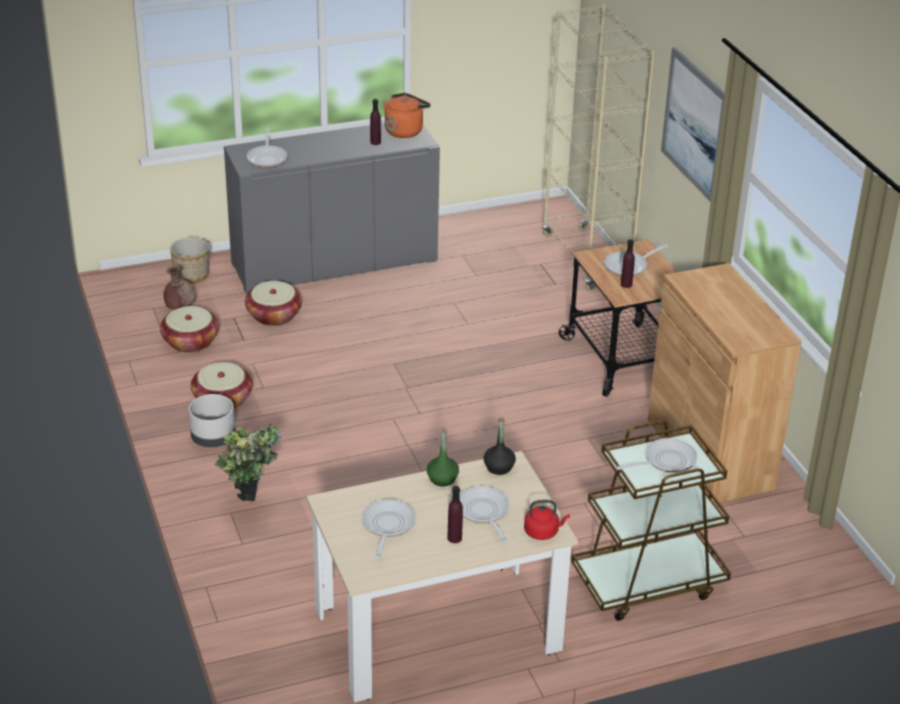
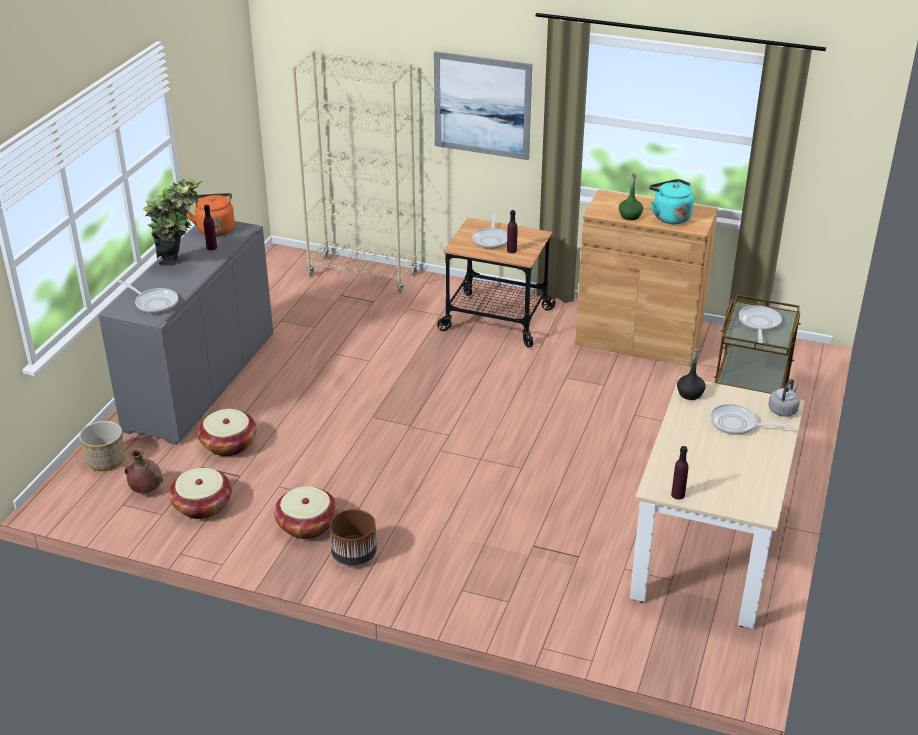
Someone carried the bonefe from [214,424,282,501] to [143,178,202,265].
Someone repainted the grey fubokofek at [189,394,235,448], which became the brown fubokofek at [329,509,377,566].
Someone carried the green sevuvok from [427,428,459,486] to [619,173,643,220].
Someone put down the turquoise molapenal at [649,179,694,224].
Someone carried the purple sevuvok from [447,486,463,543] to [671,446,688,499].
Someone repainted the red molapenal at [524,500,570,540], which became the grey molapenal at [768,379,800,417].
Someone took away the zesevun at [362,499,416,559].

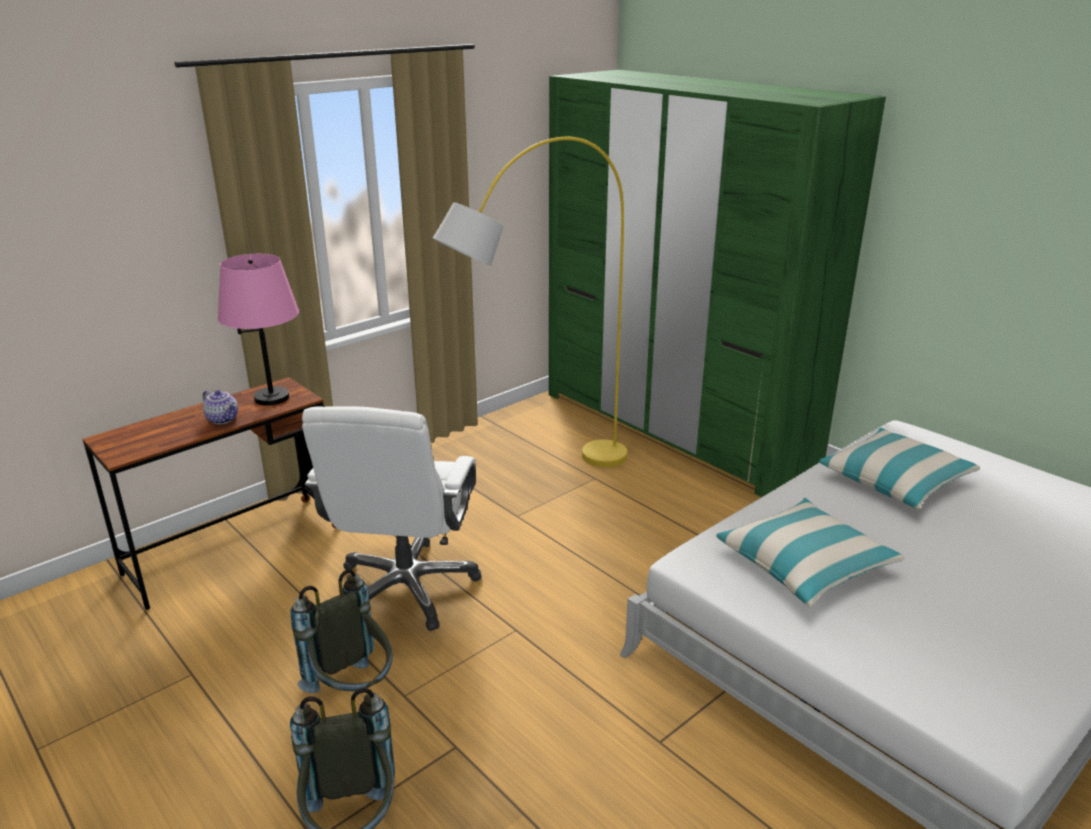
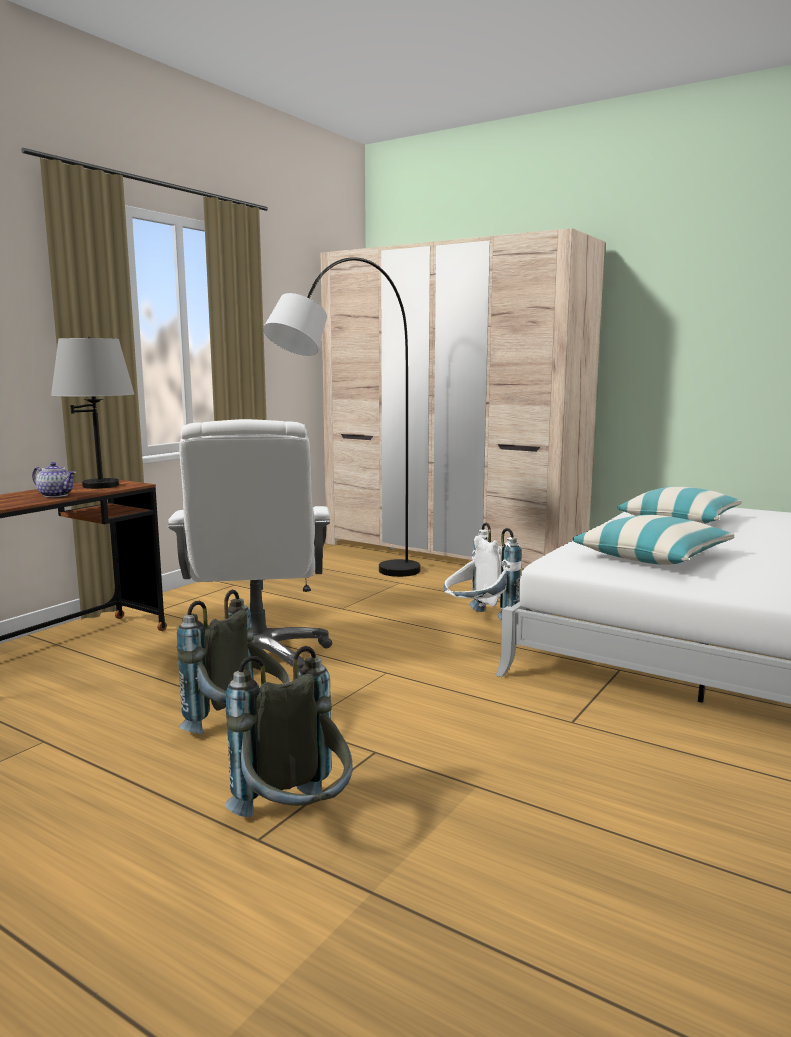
Someone repainted the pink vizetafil at [218,254,299,406], which became the grey vizetafil at [51,337,134,489].
Someone repainted the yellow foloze at [433,137,627,468], which became the grey foloze at [263,257,420,577].
Someone repainted the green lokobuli at [549,70,886,497], which became the beige lokobuli at [321,228,605,568].
Someone put down the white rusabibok at [444,523,522,621].

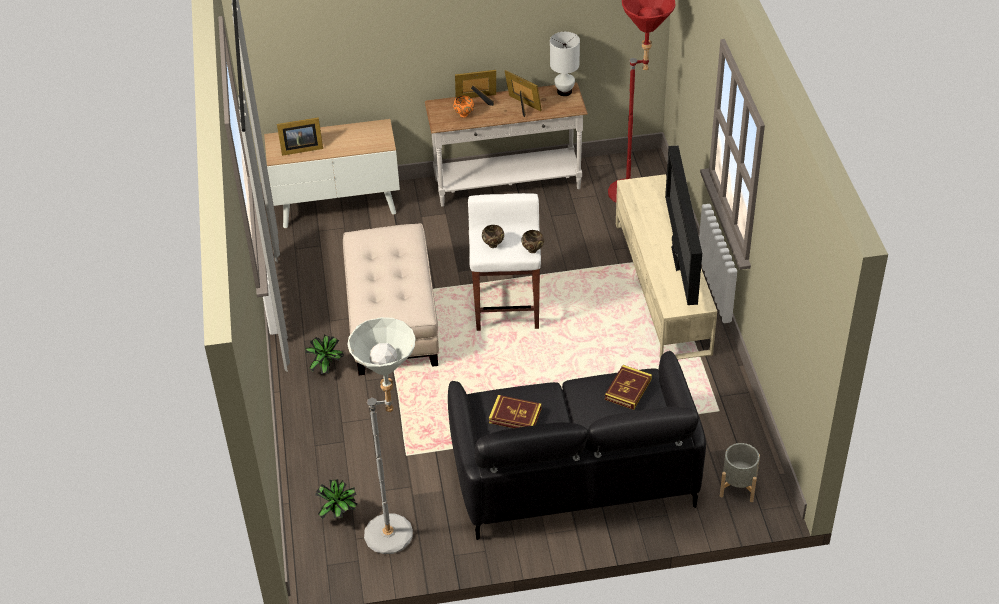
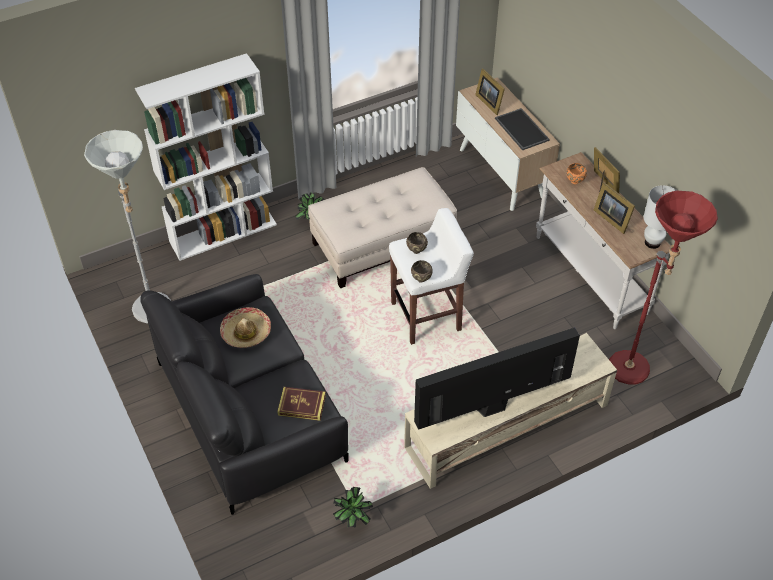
Someone put down the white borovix at [135,53,277,261].
Someone swapped the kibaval at [489,395,542,428] for the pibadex at [220,307,271,348].
Someone carried the bonefe from [315,479,358,519] to [333,487,373,528].
Someone put down the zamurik at [495,108,550,150].
Someone rotated the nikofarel at [505,70,542,118] by 120 degrees clockwise.
Someone took away the grey fubokofek at [720,443,760,502].

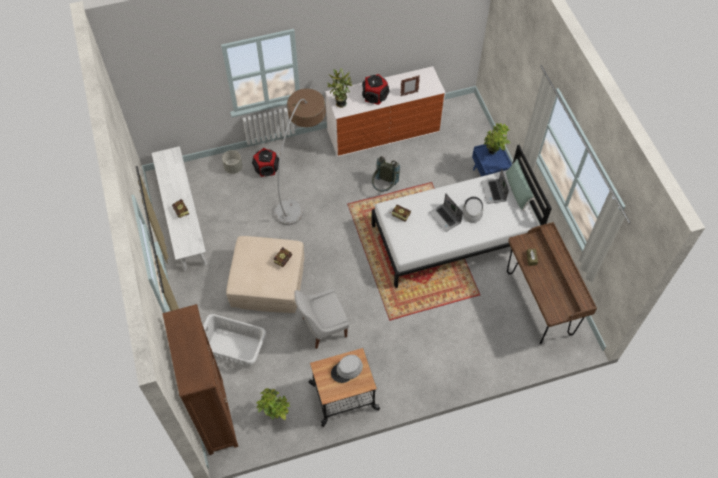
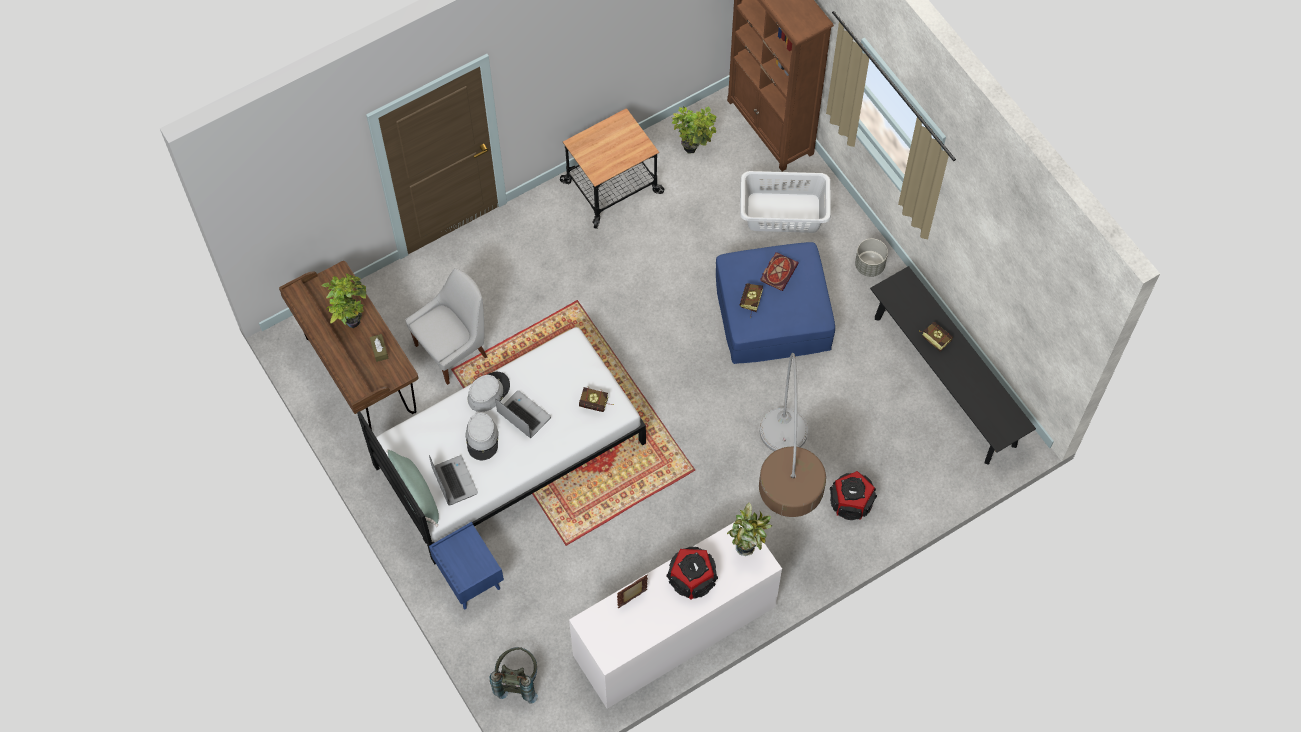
Someone carried the bonefe from [484,123,510,155] to [322,273,366,328].
Someone carried the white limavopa from [294,288,349,349] to [405,268,487,385].
Someone carried the grey pibadex from [331,355,363,383] to [468,372,510,412].
Someone carried the grey rusabibok from [372,156,400,192] to [489,647,538,704].
Someone repainted the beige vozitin at [226,236,304,313], which became the blue vozitin at [716,242,835,364].
Someone put down the kibaval at [760,252,799,291].
Someone carried the grey fubokofek from [222,150,242,174] to [855,239,888,277].
Someone repainted the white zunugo at [152,146,207,271], which became the black zunugo at [870,266,1036,465].

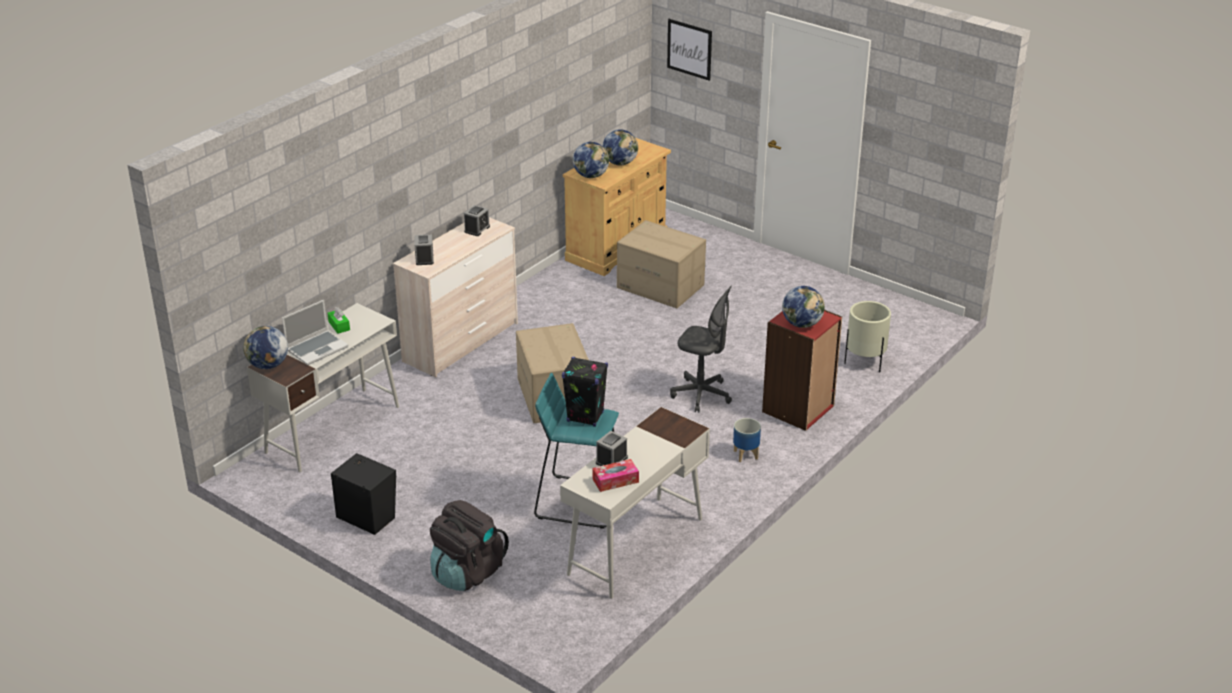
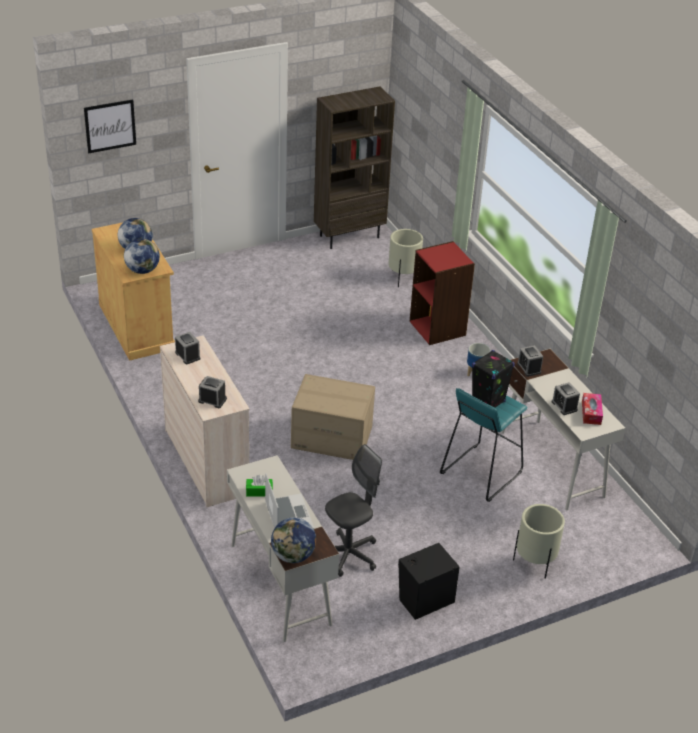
Someone put down the brown borovix at [314,87,395,249].
Someone carried the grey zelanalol from [670,285,732,413] to [325,444,382,577].
Someone swapped the black rusabibok at [430,500,509,591] for the beige fubokofek at [513,504,565,579].
Someone put down the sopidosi at [517,345,543,377].
Someone took away the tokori at [617,220,706,308].
Someone took away the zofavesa at [782,286,825,328].

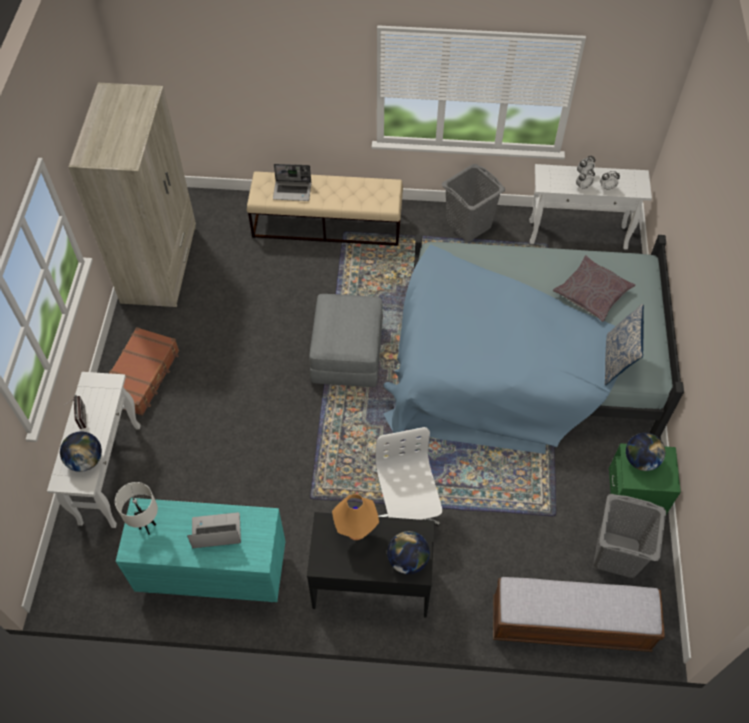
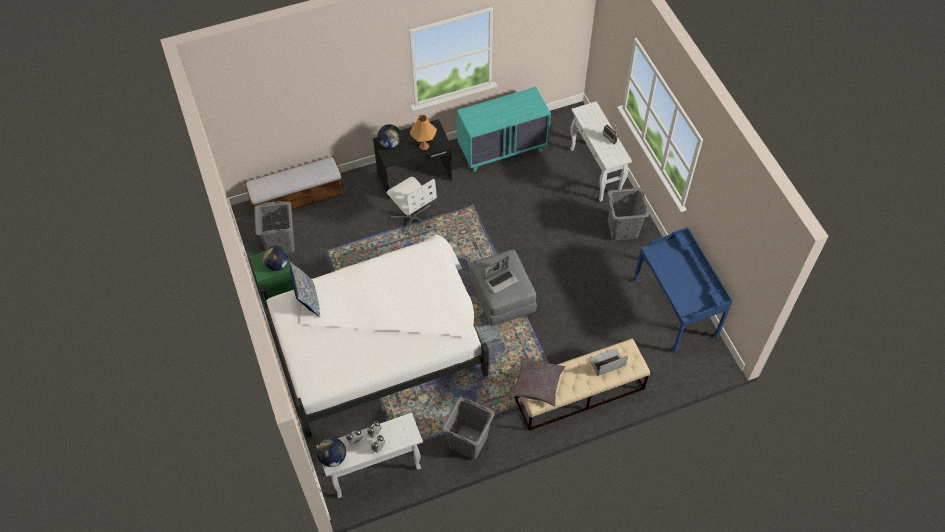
Someone repainted the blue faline at [384,234,684,454], which became the white faline at [259,235,489,438].
Someone carried the zofavesa from [60,431,102,472] to [317,437,346,467].
Someone carried the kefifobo from [187,512,241,548] to [484,256,519,294].
Someone carried the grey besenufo from [553,255,635,322] to [510,356,565,406].
Someone swapped the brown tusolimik at [109,327,179,416] for the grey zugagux at [607,188,649,241].
Someone swapped the beige lokobuli at [68,83,196,307] for the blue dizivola at [634,227,733,353].
Someone took away the white vizetafil at [115,482,158,535].

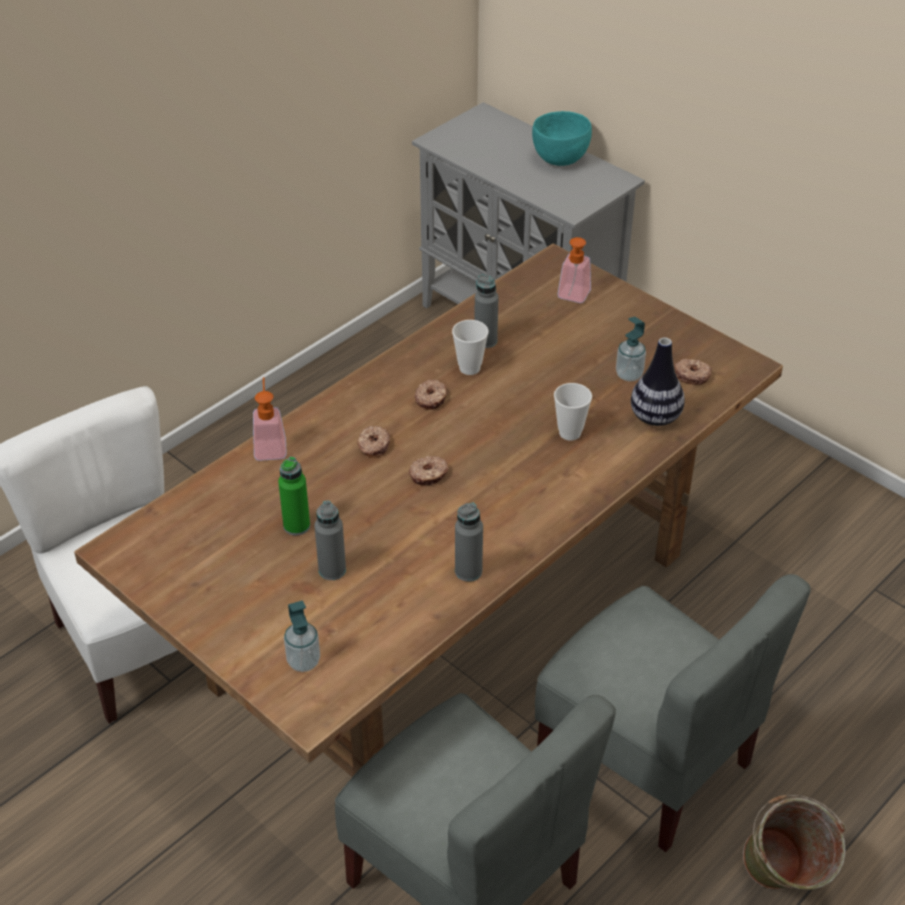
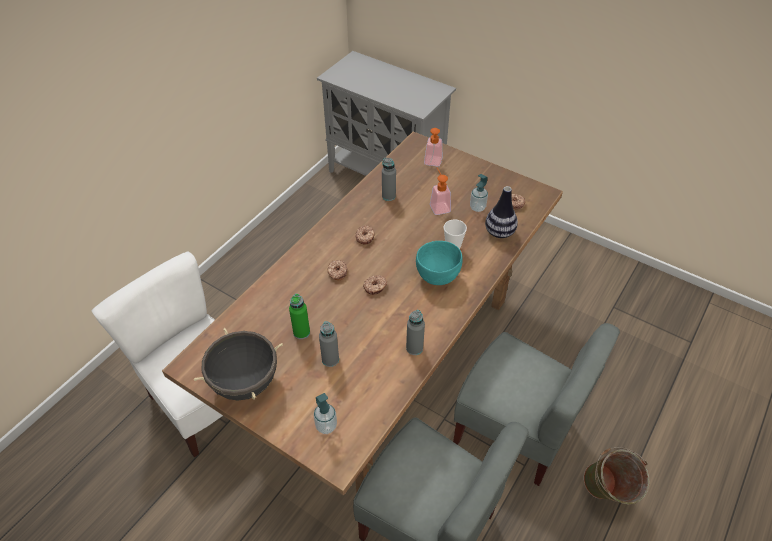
Someone put down the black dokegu at [194,328,283,400].
Someone carried the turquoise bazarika from [532,111,592,166] to [416,241,463,285].
Someone carried the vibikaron from [253,377,287,461] to [430,168,451,215].
Someone took away the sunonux at [452,320,488,375].

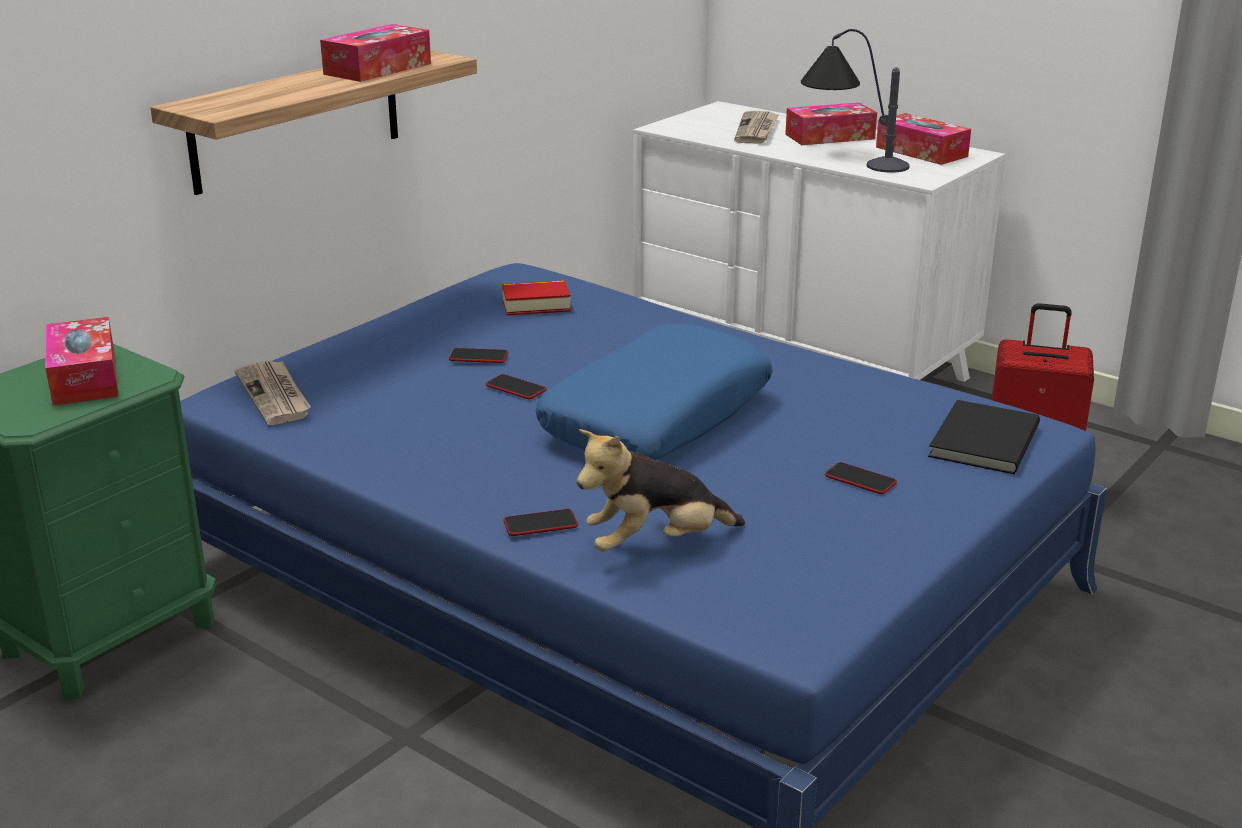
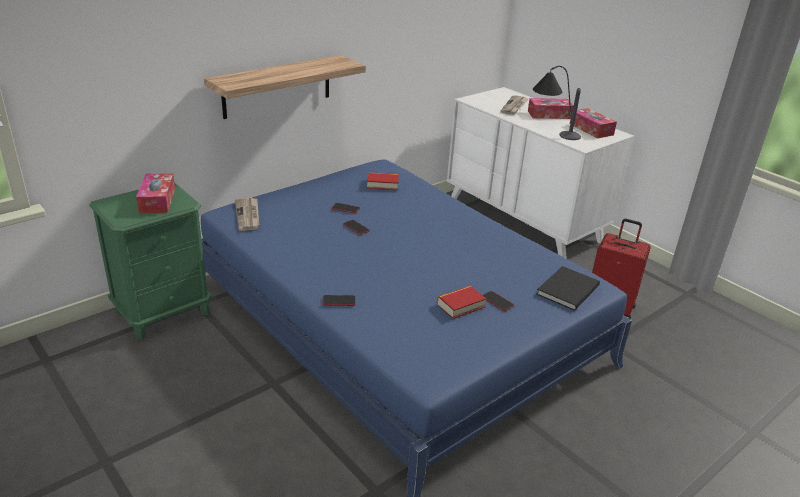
Someone put down the kibaval at [437,286,486,319].
Someone took away the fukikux at [320,24,431,82].
Someone took away the blue besenufo at [536,324,772,460].
Someone took away the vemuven at [576,429,745,551].

